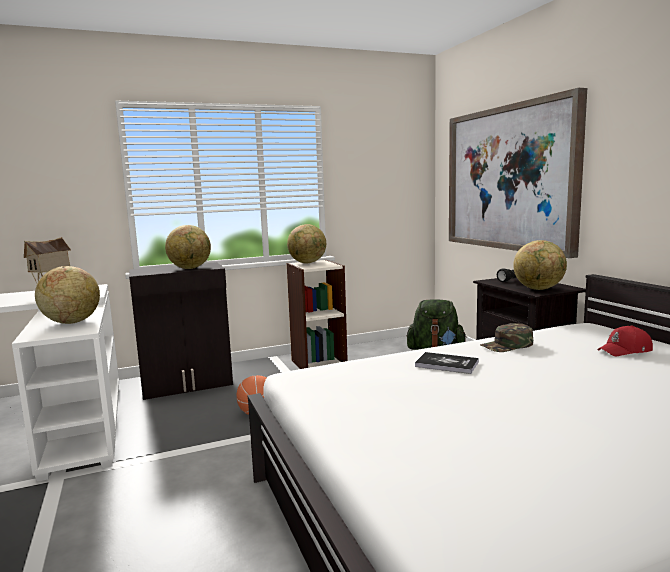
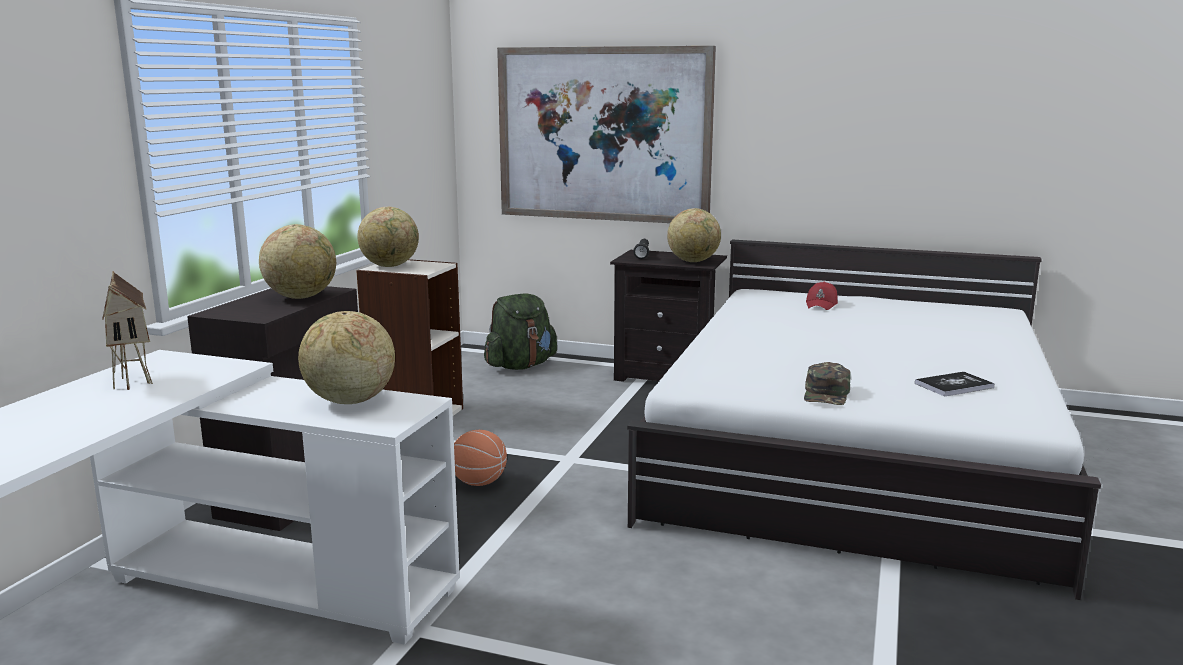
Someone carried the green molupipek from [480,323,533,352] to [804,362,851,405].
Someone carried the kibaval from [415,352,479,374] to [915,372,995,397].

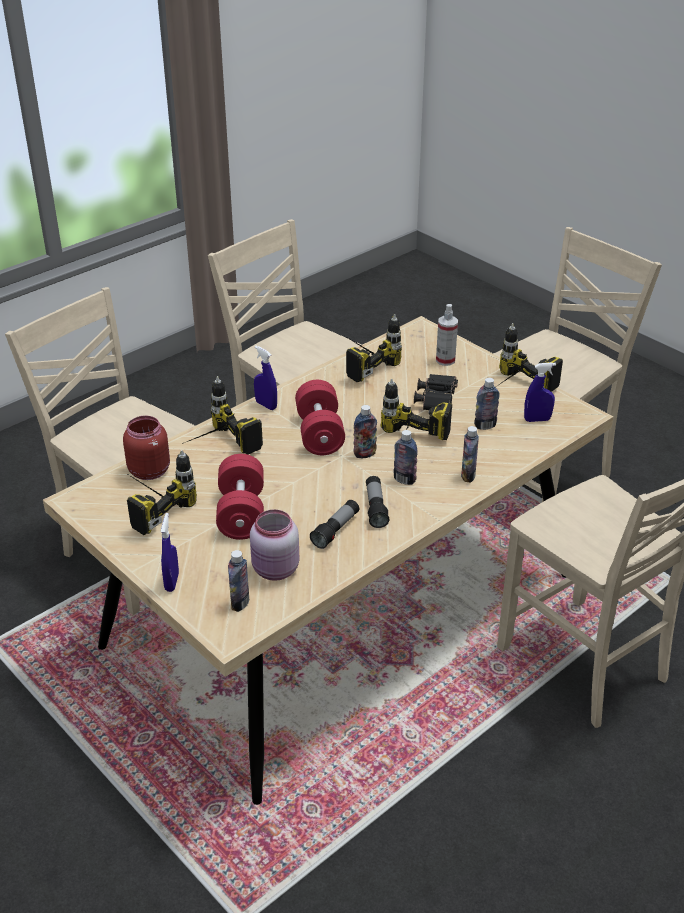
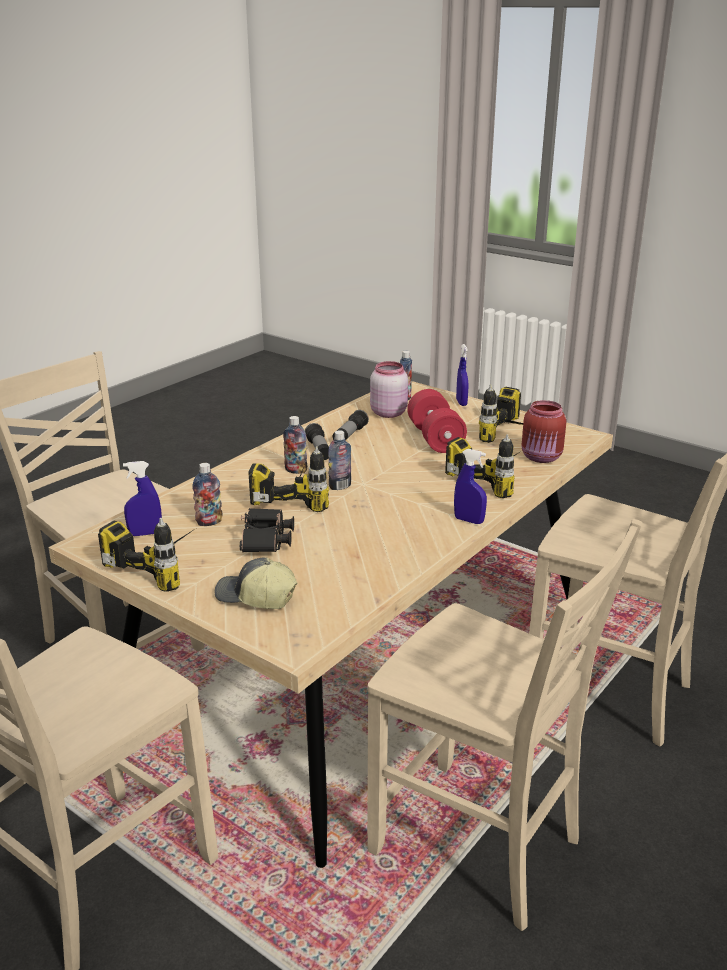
Someone swapped the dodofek at [436,304,458,366] for the molupipek at [215,557,298,609].
Someone took away the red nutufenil at [295,380,345,455].
Someone took away the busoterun at [345,314,402,382].
Someone took away the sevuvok at [461,426,479,482].

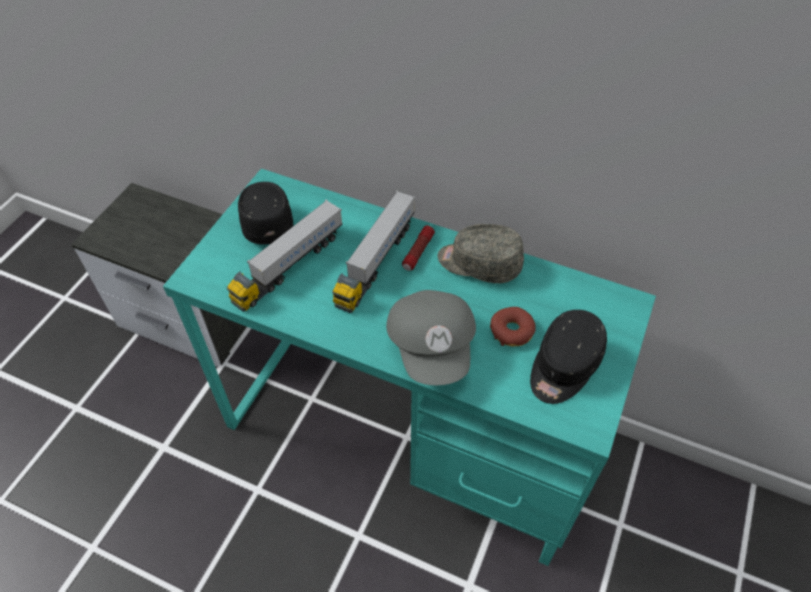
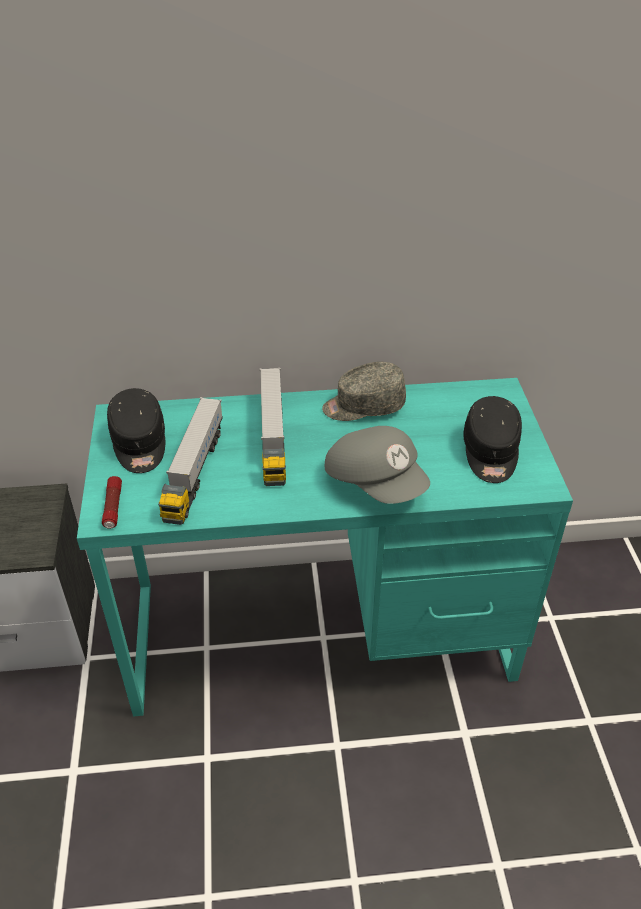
Someone carried the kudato from [402,226,435,271] to [102,476,122,529].
Someone rotated the black molupipek at [238,182,293,245] by 150 degrees counterclockwise.
Someone took away the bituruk at [490,307,536,346].

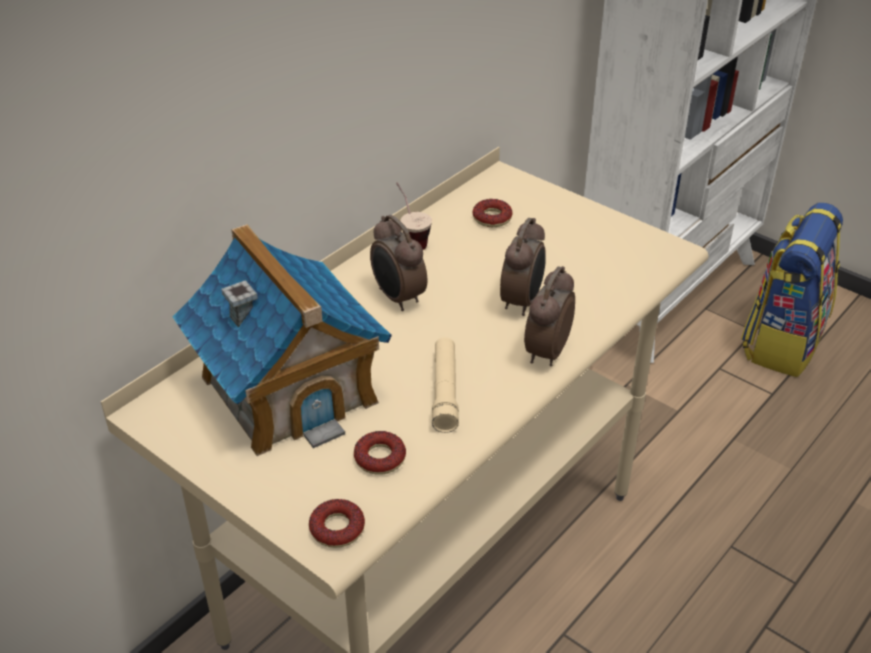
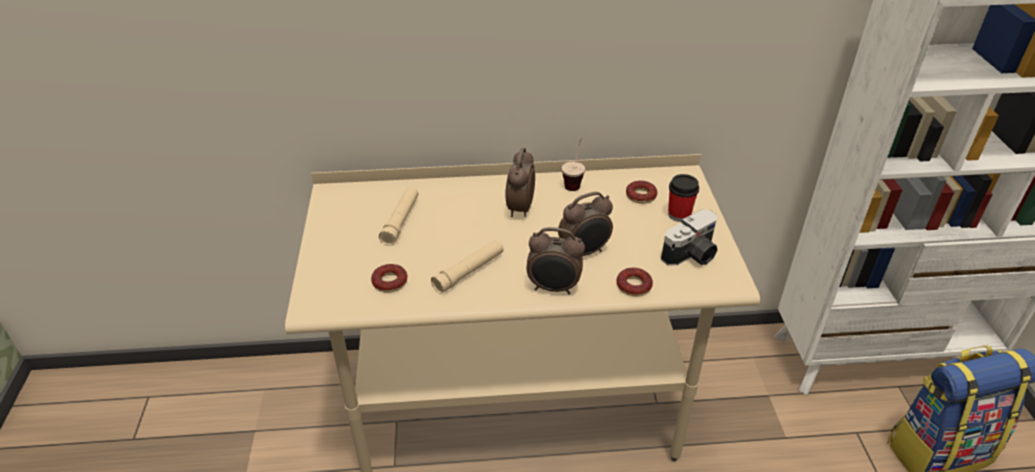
Someone swapped the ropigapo at [173,224,392,456] for the beige kudato at [379,187,418,245].
Someone rotated the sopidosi at [524,266,575,366] by 150 degrees counterclockwise.
Someone carried the bituruk from [309,499,365,548] to [617,268,653,297].
Someone put down the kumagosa at [661,210,717,266].
Someone put down the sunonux at [668,174,699,222].

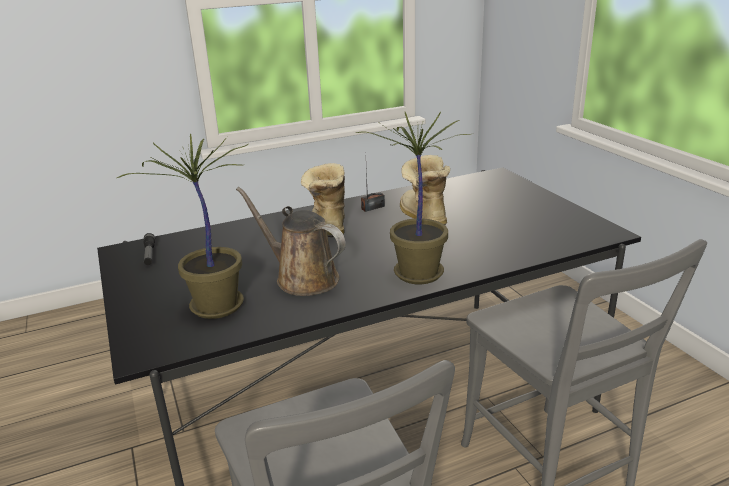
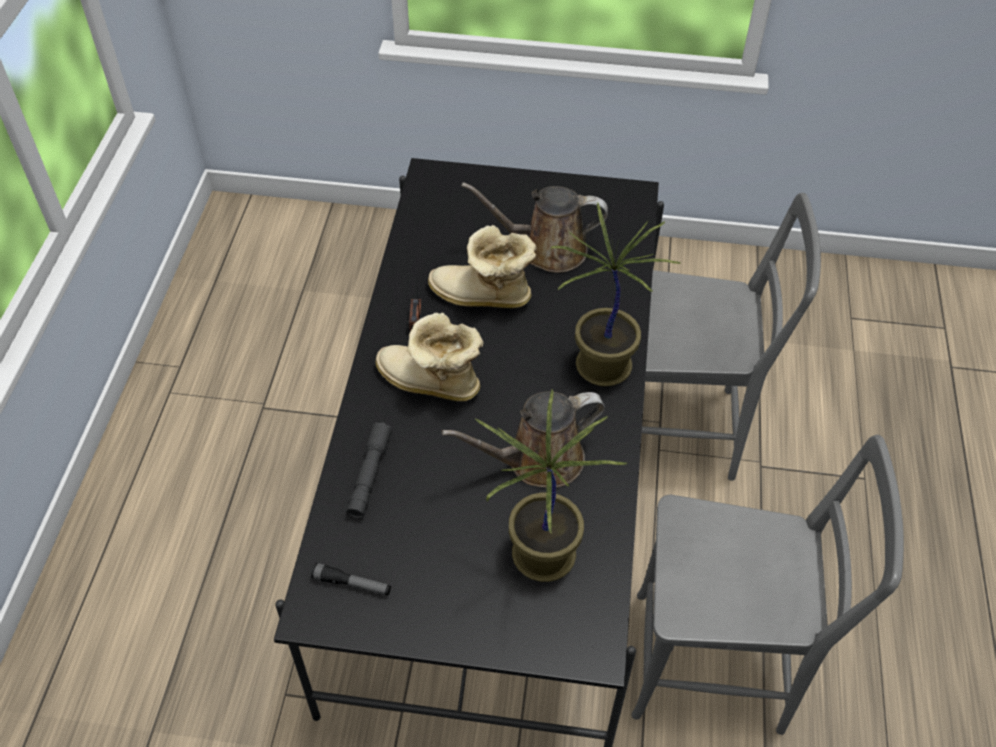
Someone put down the grey kudato at [346,422,392,519].
Someone put down the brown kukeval at [462,182,608,273].

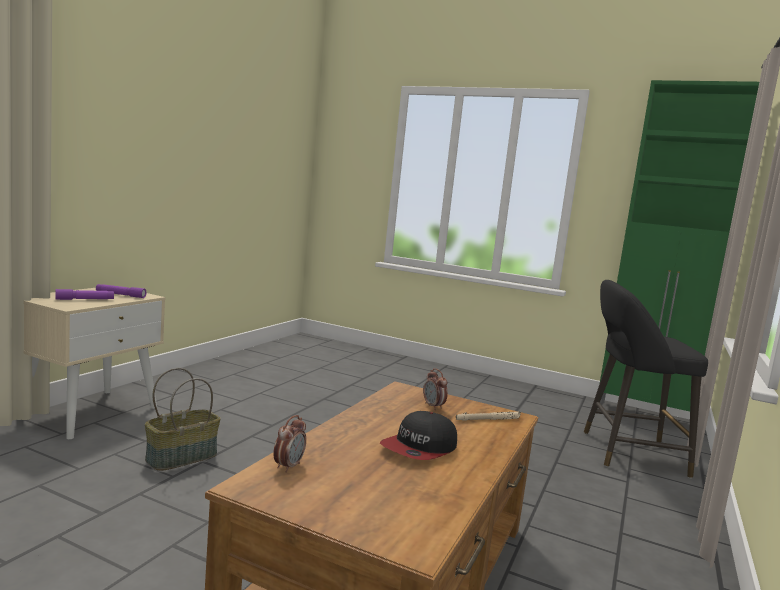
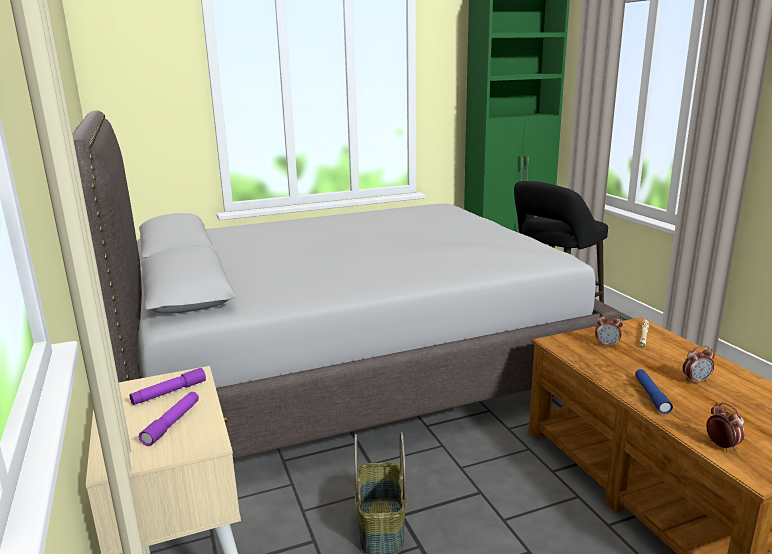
Someone put down the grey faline at [72,110,620,459].
Someone put down the blue kudato at [635,369,673,414].
Someone swapped the molupipek at [380,411,457,460] for the sopidosi at [683,346,715,384].

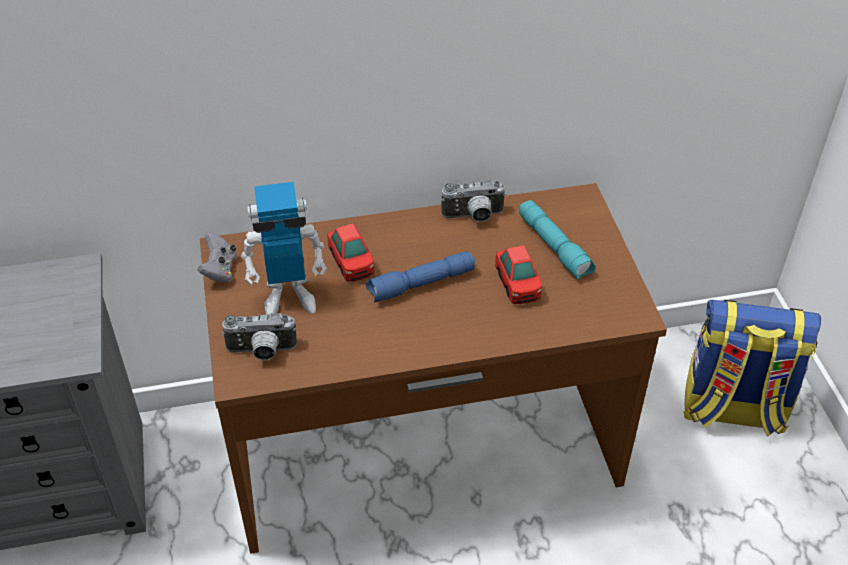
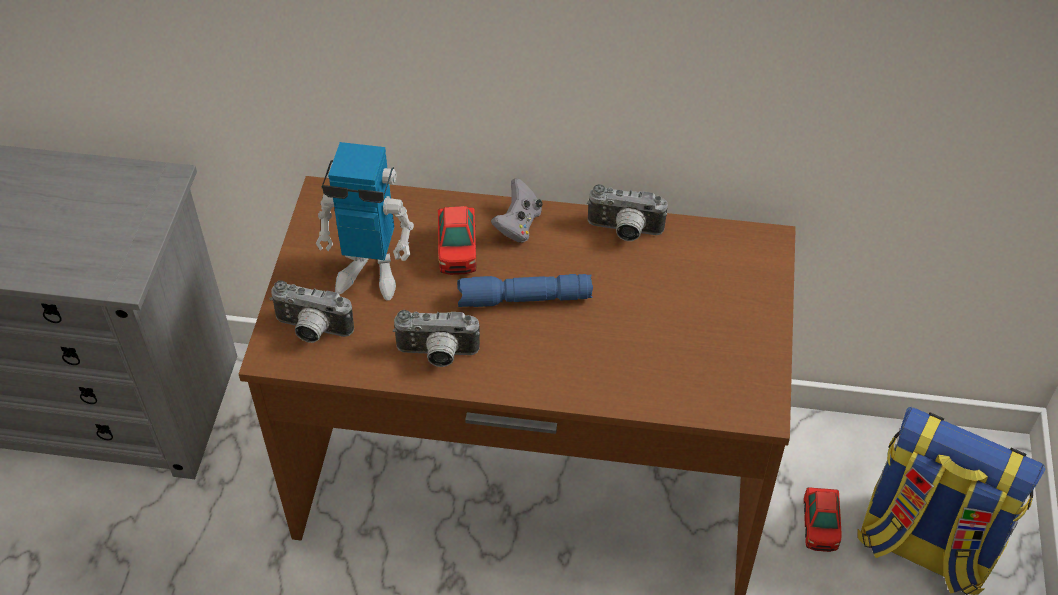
Someone put down the kumagosa at [393,310,480,367].
Someone carried the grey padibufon from [198,232,236,283] to [491,178,543,243].
Someone carried the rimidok from [495,245,542,304] to [804,487,842,552].
Someone took away the turquoise kudato at [519,200,596,280].

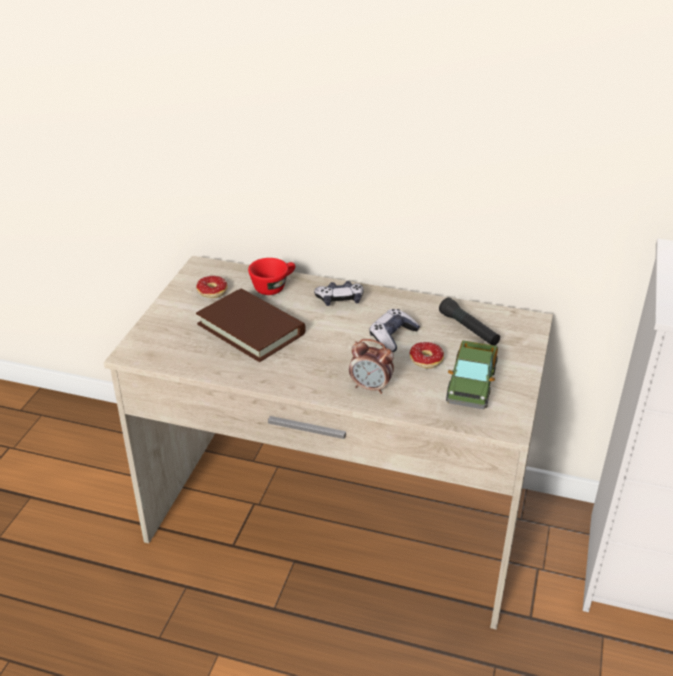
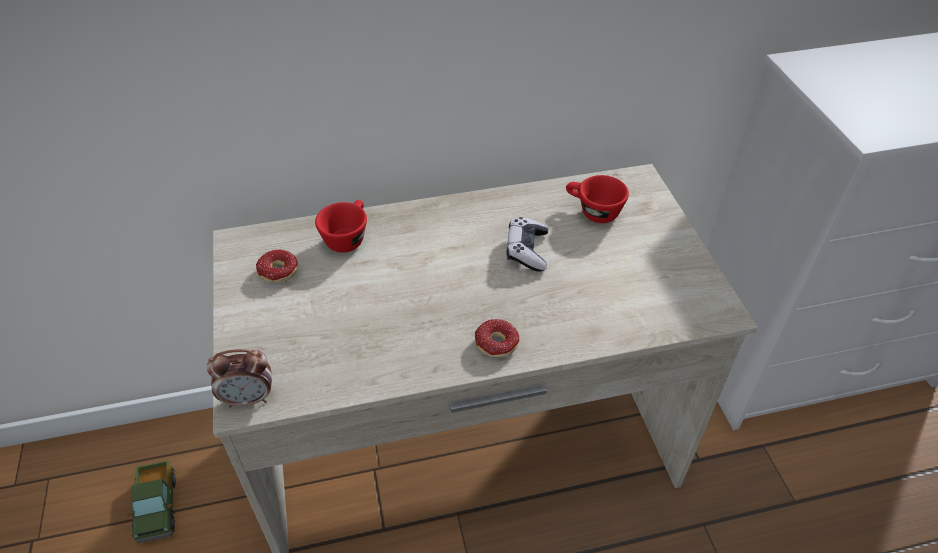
Someone carried the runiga from [446,340,498,409] to [127,460,176,543].
Someone carried the sopidosi from [349,339,394,394] to [207,349,272,408].
Someone carried the bituruk from [410,342,444,368] to [475,319,520,357].
Someone swapped the black kudato at [439,298,500,345] for the red sunonux at [566,175,629,223].
Someone took away the brown kibaval at [196,288,306,362].
Someone took away the padibufon at [314,281,364,306].

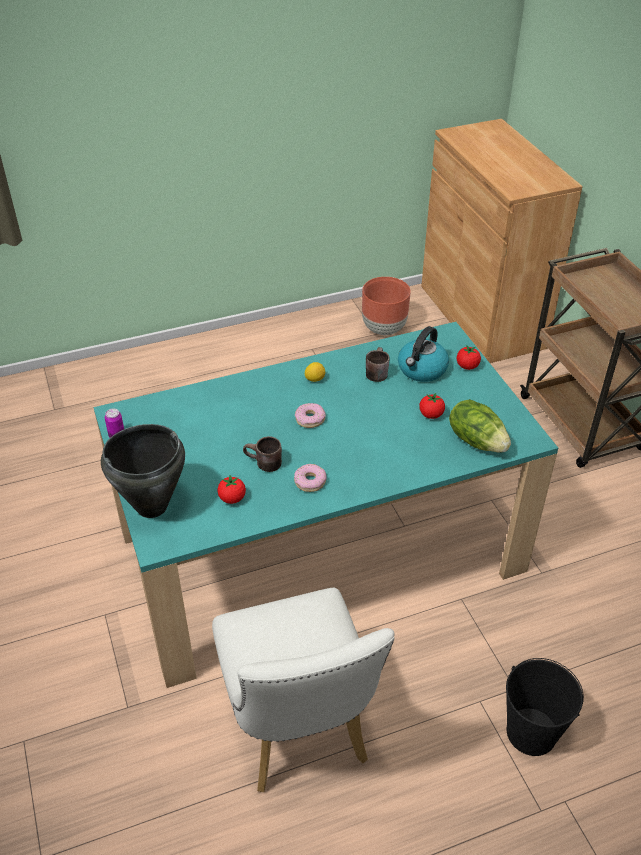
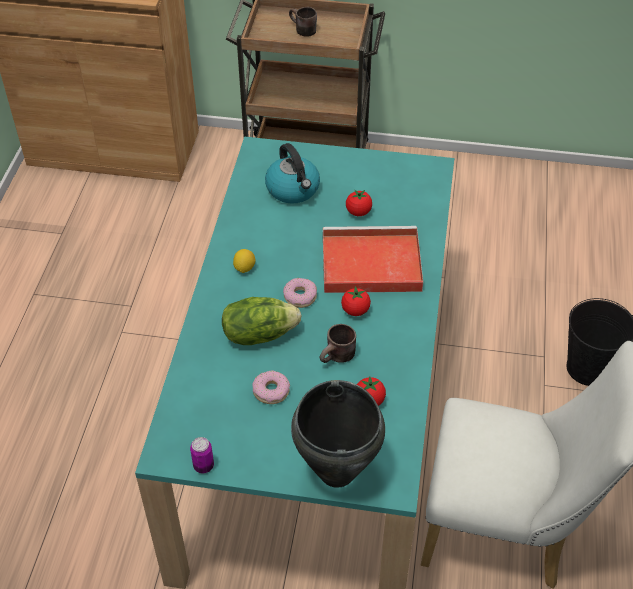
Someone carried the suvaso from [449,399,511,452] to [222,297,301,345].
Someone carried the bituruk from [294,464,327,492] to [252,371,290,404].
Someone carried the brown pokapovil from [366,347,390,382] to [289,7,317,37].
Someone put down the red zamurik at [323,226,423,293].
Someone carried the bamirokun from [457,345,481,370] to [341,286,371,316].
Someone took away the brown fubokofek at [362,277,411,335].

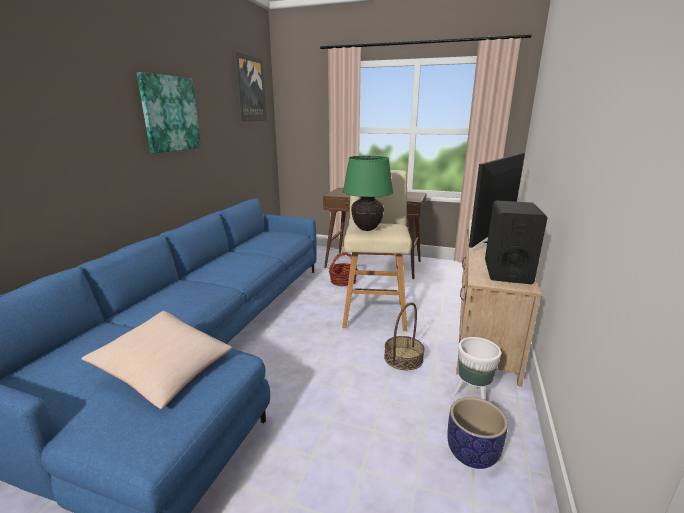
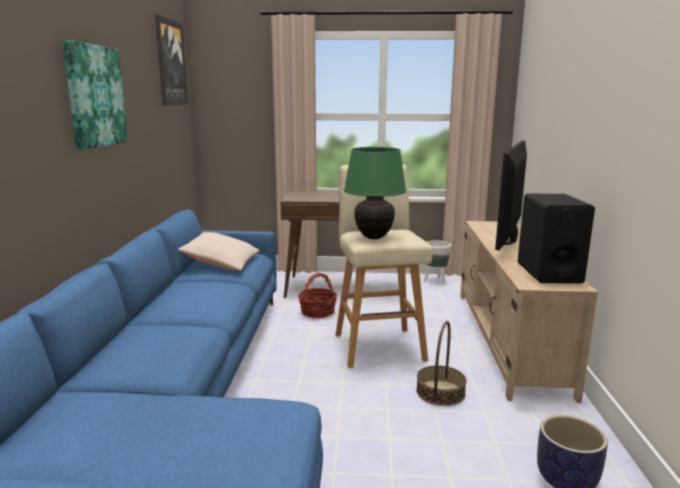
Someone carried the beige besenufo from [81,311,232,409] to [178,232,260,270].
Someone carried the white fubokofek from [453,337,501,400] to [424,240,451,285].

